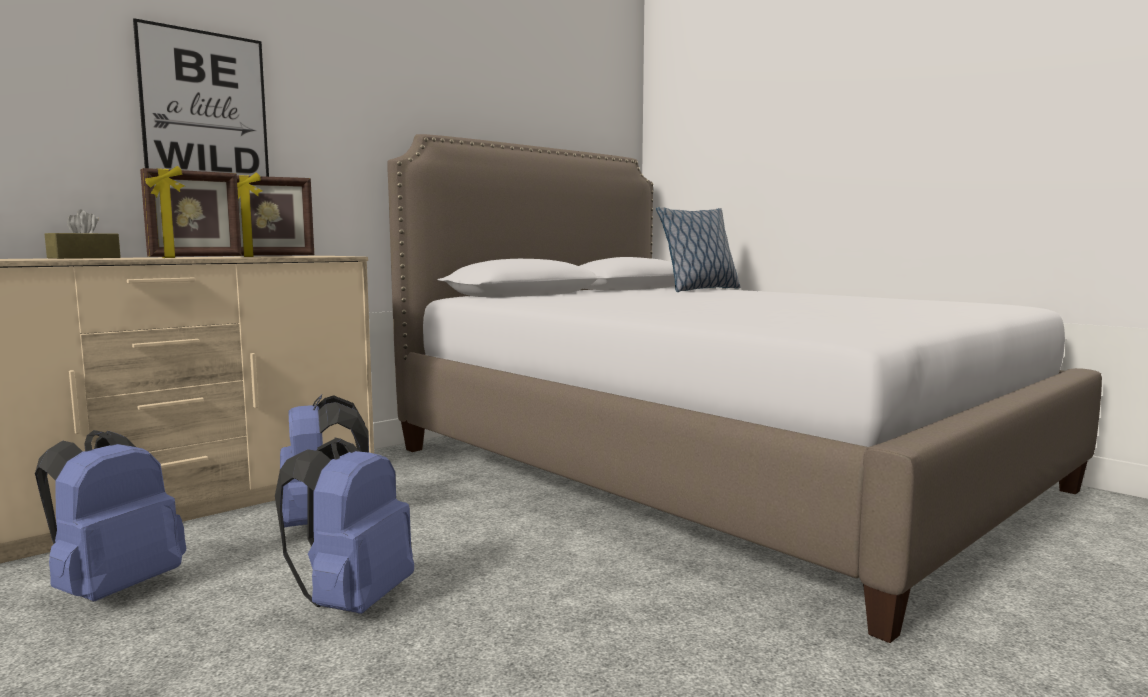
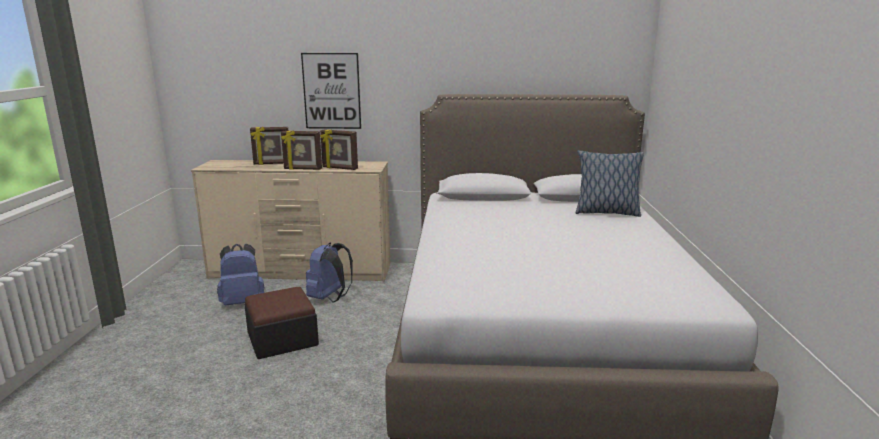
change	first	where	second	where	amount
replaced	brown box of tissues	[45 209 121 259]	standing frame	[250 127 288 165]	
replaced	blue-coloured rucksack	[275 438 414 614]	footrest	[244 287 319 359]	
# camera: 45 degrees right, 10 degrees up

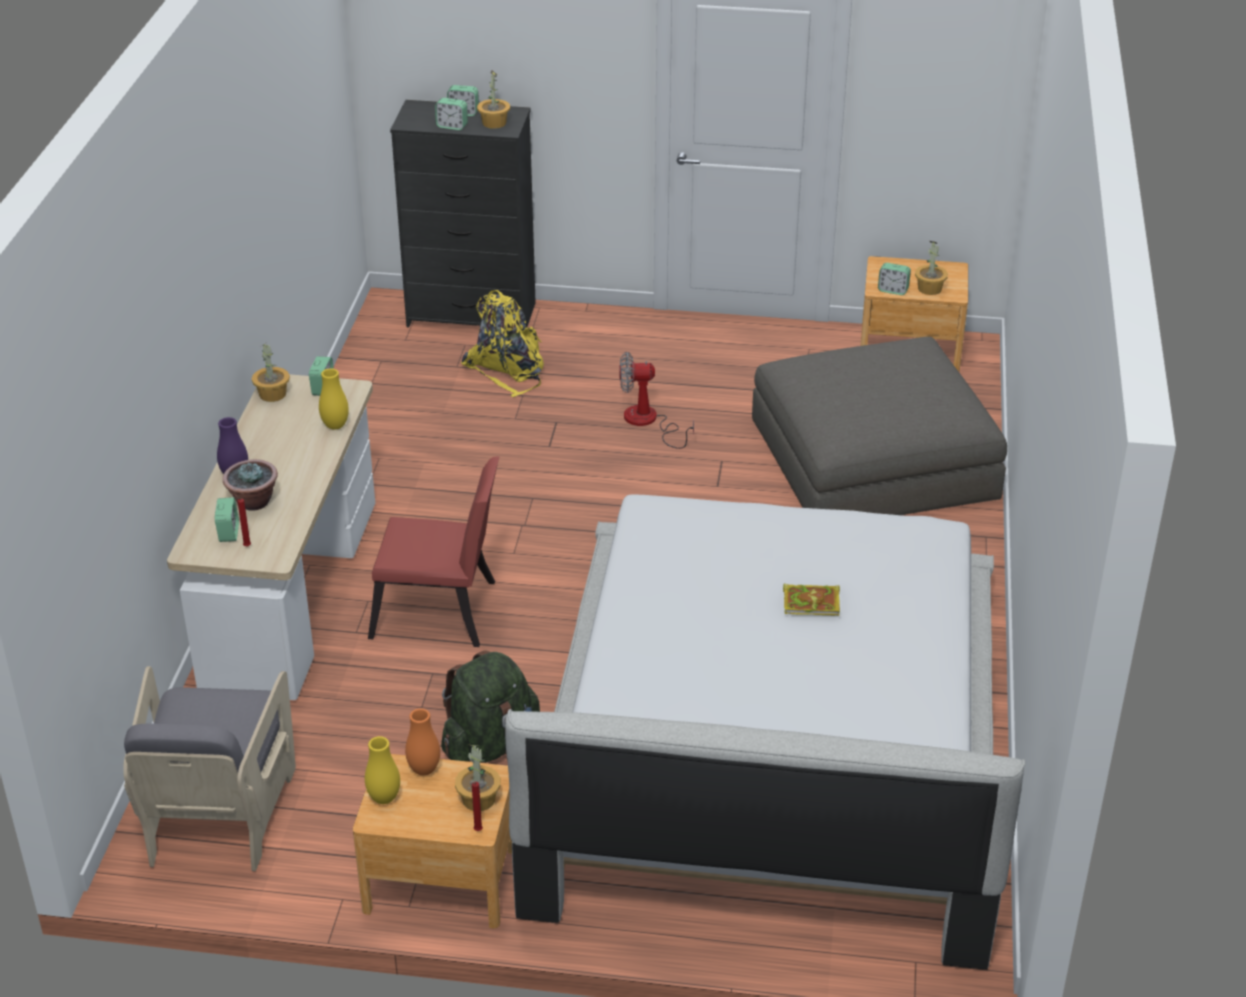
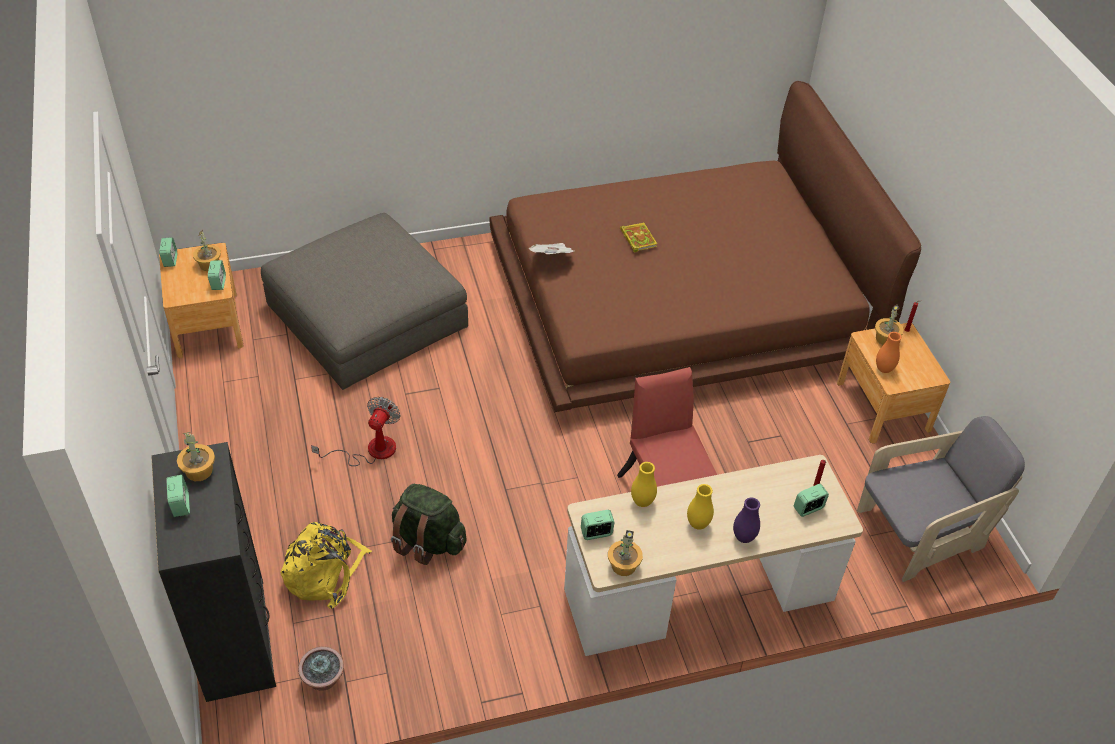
change	first	where	second	where	amount
added			printed paper	[529 243 574 254]	
moved	houseplant	[222 459 278 511]		[298 646 344 691]	
moved	yellowish vase	[365 736 400 804]		[687 484 714 530]	
moved	alarm clock	[435 98 468 130]		[159 237 177 267]	
moved	greenish rucksack	[441 650 540 763]		[391 484 467 565]	
recoloured	white-coloured bedroom bed	[505 494 1025 970]	brown bedroom bed	[489 81 921 412]	
turned	cooling fan	[619 352 694 449]		[311 397 401 466]	135 degrees counterclockwise
# camera: 115 degrees left, 10 degrees up

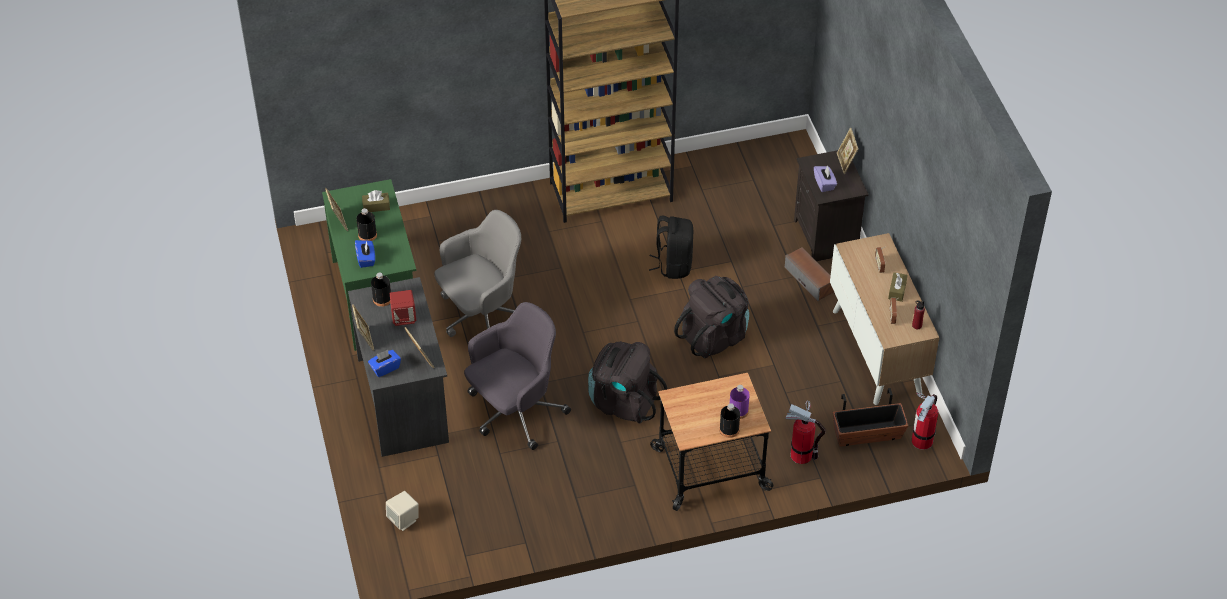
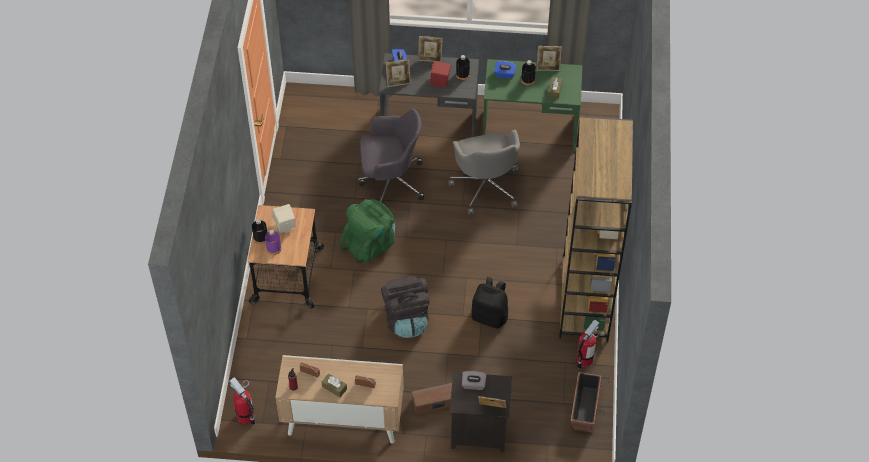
change	first	where	second	where	amount
moved	beige-coloured loudspeaker	[386 491 419 531]		[273 204 296 233]	
moved	fire-fighting cylinder	[785 401 826 464]		[576 319 599 369]	
moved	flower pot	[833 388 908 447]		[571 372 609 433]	
recoloured	black-coloured rucksack	[588 341 667 423]	greenish rucksack	[339 199 395 264]	
recoloured	purple box of tissues	[814 165 837 192]	gray box of tissues	[462 371 486 390]	
turned	gray office chair	[464 302 571 450]		[358 109 424 206]	75 degrees counterclockwise
# camera: 110 degrees right, 5 degrees up

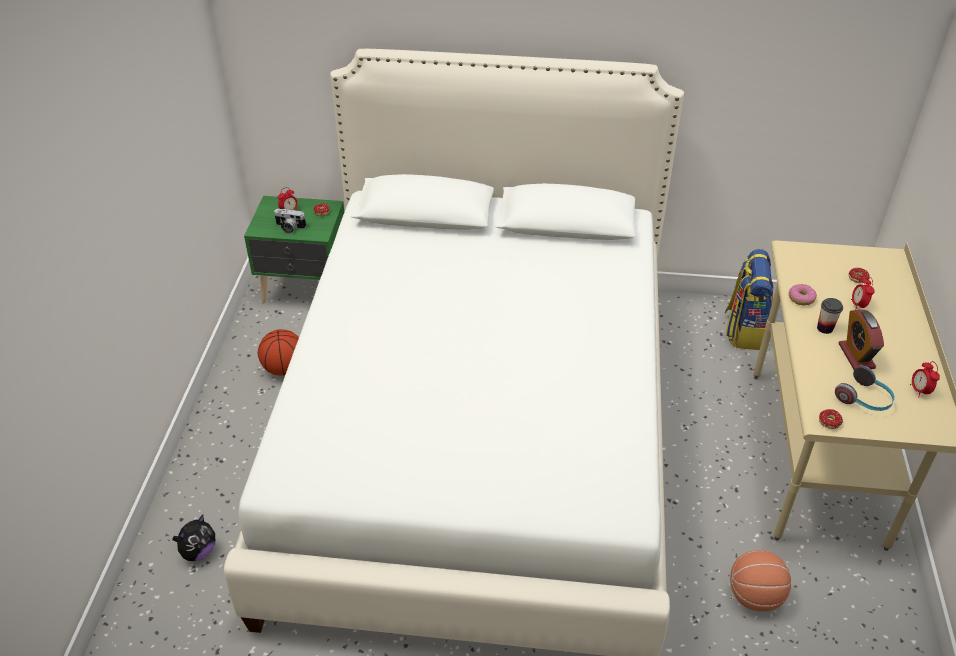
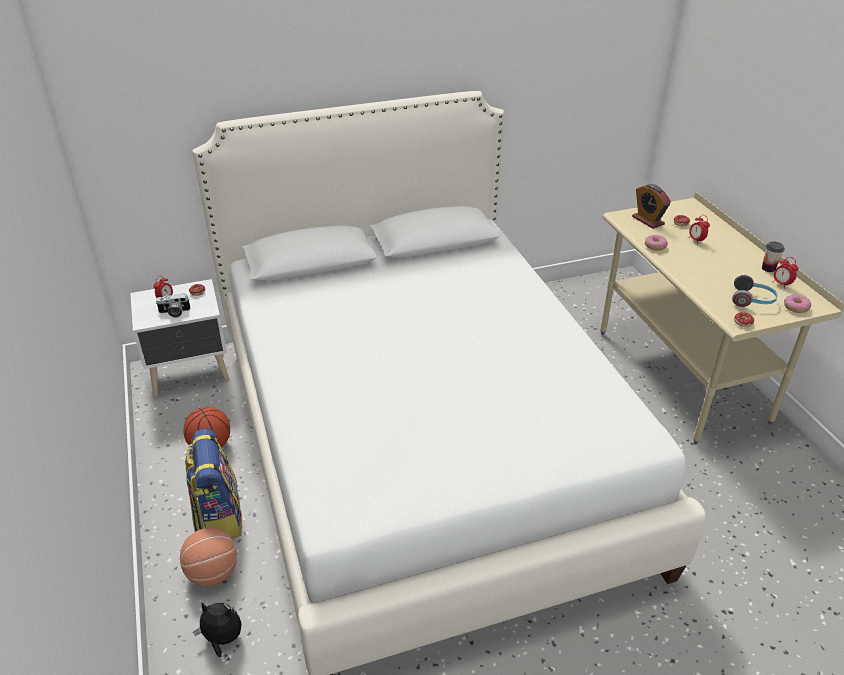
change	first	where	second	where	amount
added			ring doughnut	[784 295 811 313]	
moved	rucksack	[725 249 773 350]		[185 429 242 538]	
moved	basketball	[730 550 791 612]		[180 528 237 586]	
moved	drinking cup	[817 298 843 334]		[762 241 785 272]	
moved	alarm clock	[838 310 884 370]		[632 184 671 229]	
recoloured	greenish bedside table	[244 196 344 303]	white-coloured bedside table	[130 279 230 397]	
turned	cuddly toy	[172 515 215 561]		[193 602 242 657]	90 degrees counterclockwise
# camera: 25 degrees left, 5 degrees down

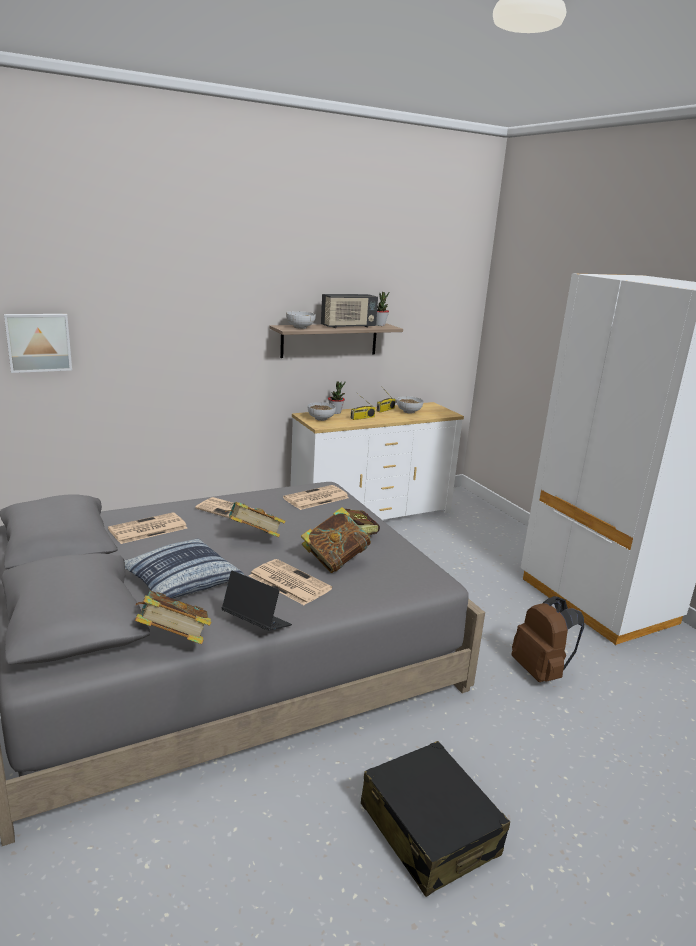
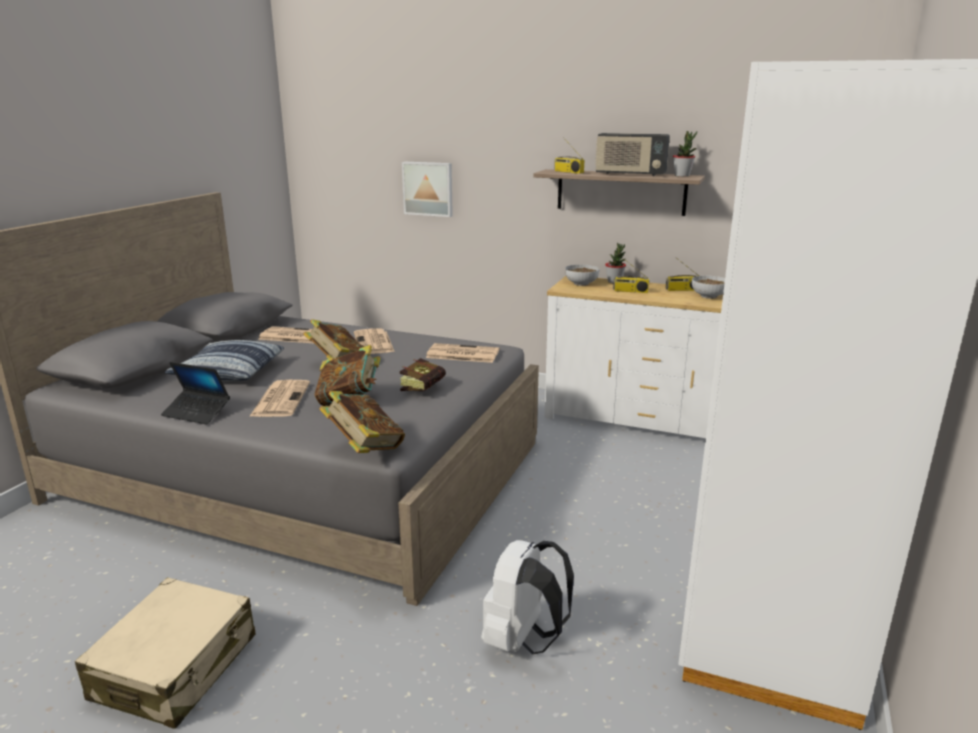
change	first	where	second	where	amount
moved	wall picture	[4 314 72 373]		[402 162 453 217]	
moved	book	[135 591 211 644]		[320 391 405 453]	
replaced	serving bowl	[286 311 316 329]	radio receiver	[554 137 584 174]	
recoloured	black-coloured suitcase	[361 741 510 897]	beige-coloured suitcase	[75 577 255 729]	
recoloured	brown rucksack	[512 596 584 682]	white-coloured rucksack	[481 540 574 655]	
turned	notebook computer	[222 570 292 631]		[161 362 230 425]	120 degrees clockwise
# camera: 50 degrees right, 0 degrees up

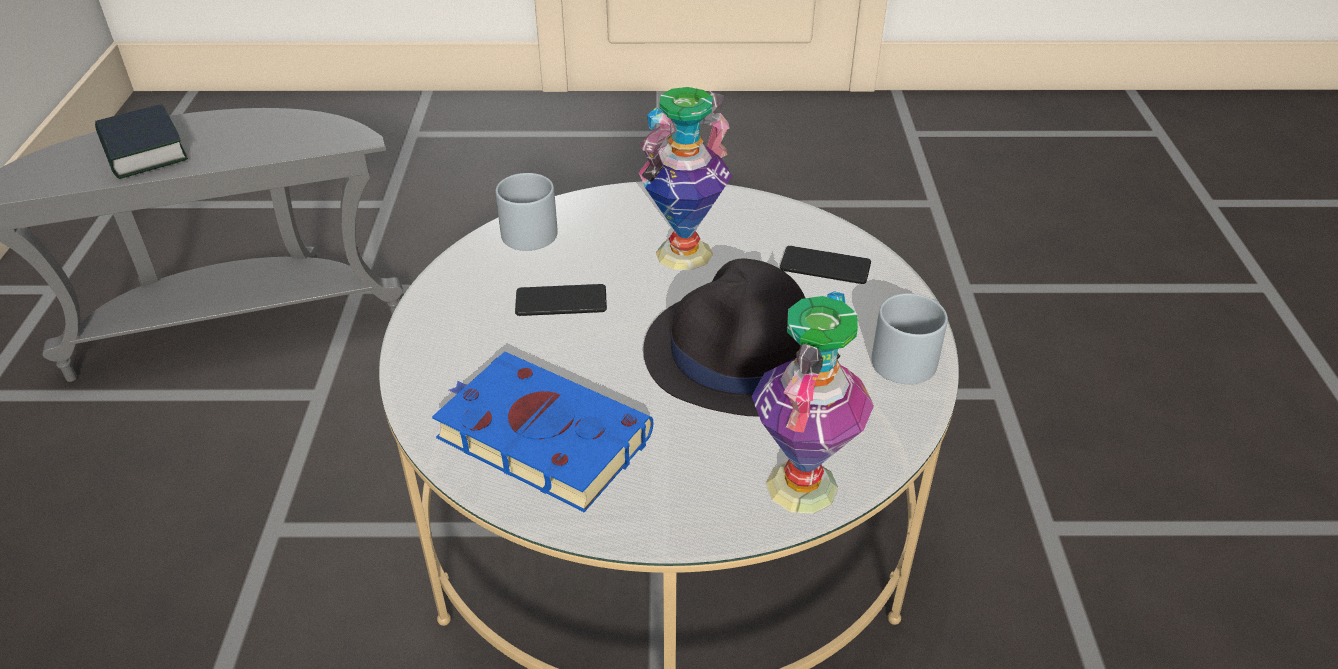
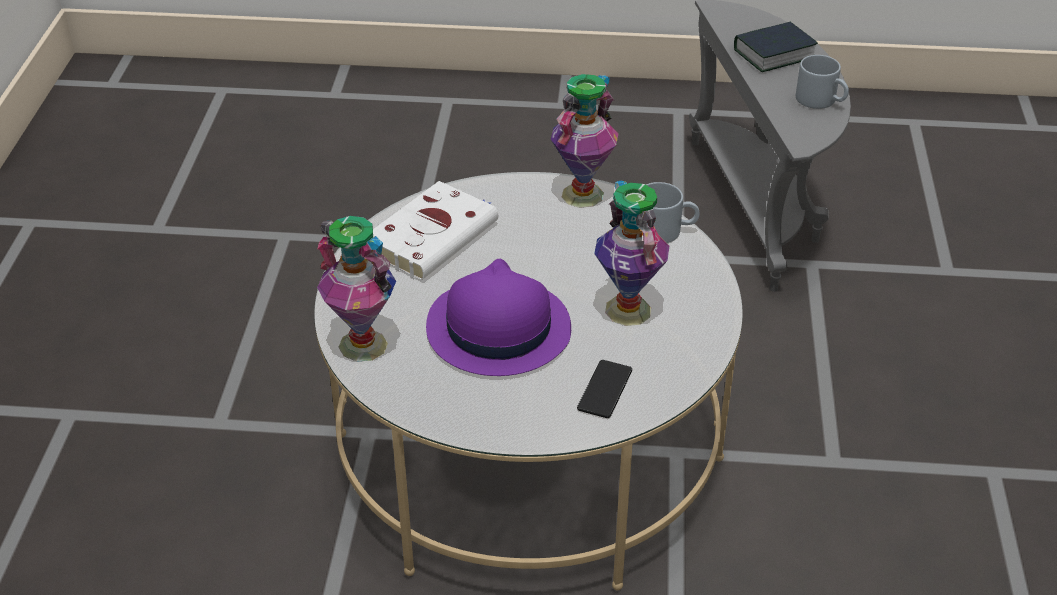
change	first	where	second	where	amount
removed	phone	[515 284 607 316]			
added			vase	[551 74 619 208]	
moved	gray mug	[872 293 948 385]		[796 55 849 109]	
recoloured	blue-coloured book	[432 351 653 512]	white-coloured book	[373 181 498 280]	
recoloured	black-coloured wearable hat	[643 258 805 417]	purple wearable hat	[426 259 571 376]	
# camera: 95 degrees right, 0 degrees up

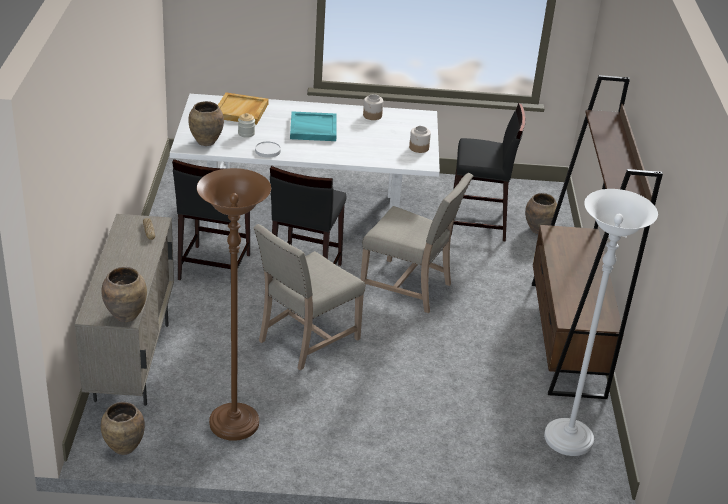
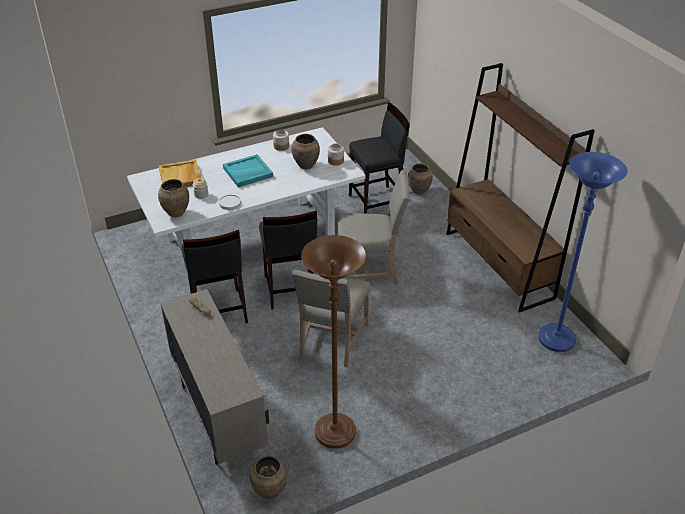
change	first	where	second	where	amount
moved	brown vase	[101 267 147 322]		[292 134 320 169]	
recoloured	white-coloured standing lamp	[544 189 658 456]	blue-coloured standing lamp	[538 152 627 352]	
# camera: 25 degrees left, 5 degrees up

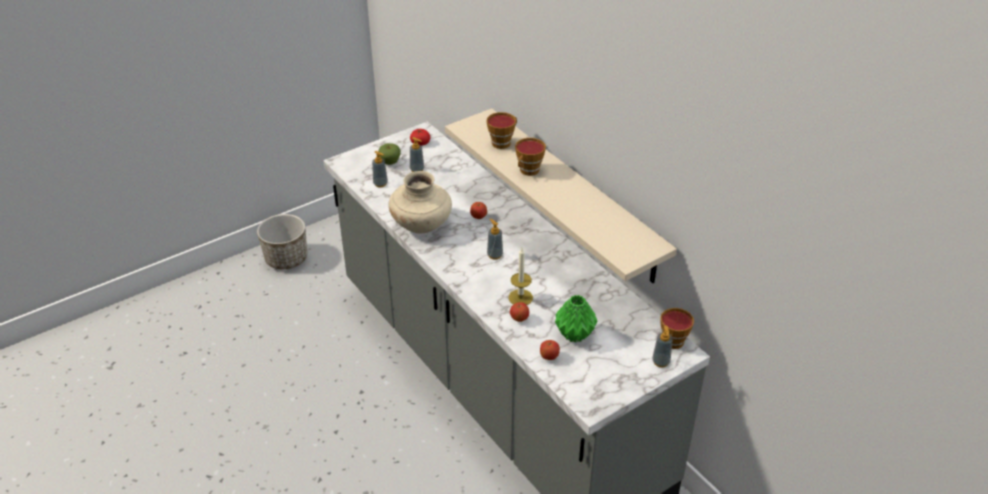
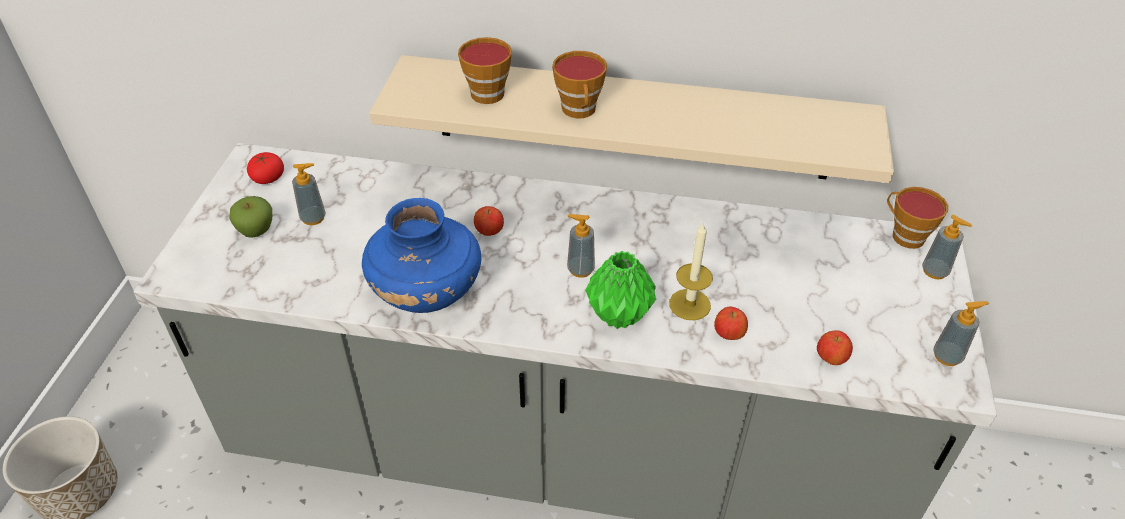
change	first	where	second	where	amount
moved	soap dispenser	[372 151 388 188]		[933 301 989 366]	
moved	greenish vase	[555 295 598 343]		[585 251 656 329]	
recoloured	beige-coloured vase	[388 171 452 233]	blue-coloured vase	[362 198 481 313]	
# camera: 45 degrees left, 5 degrees up

